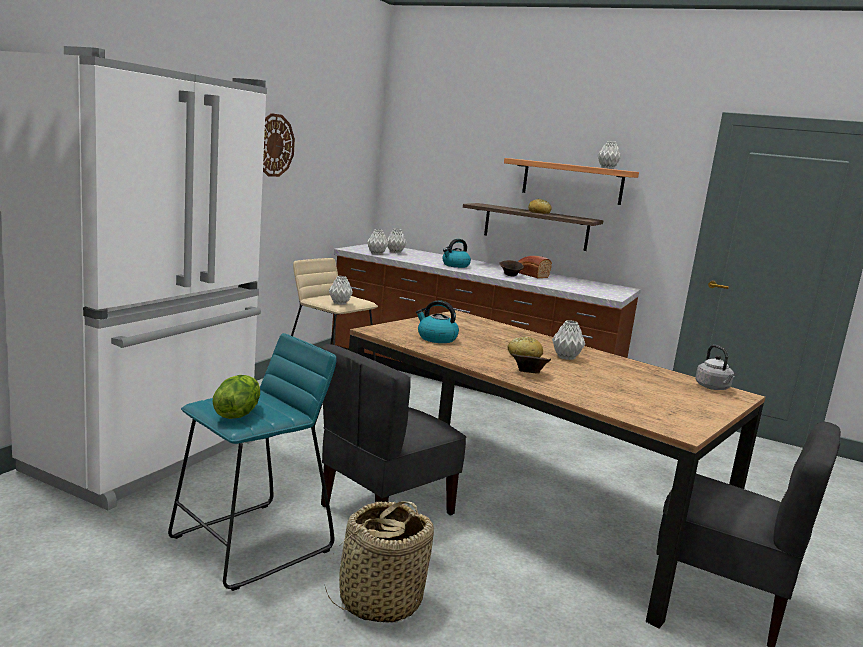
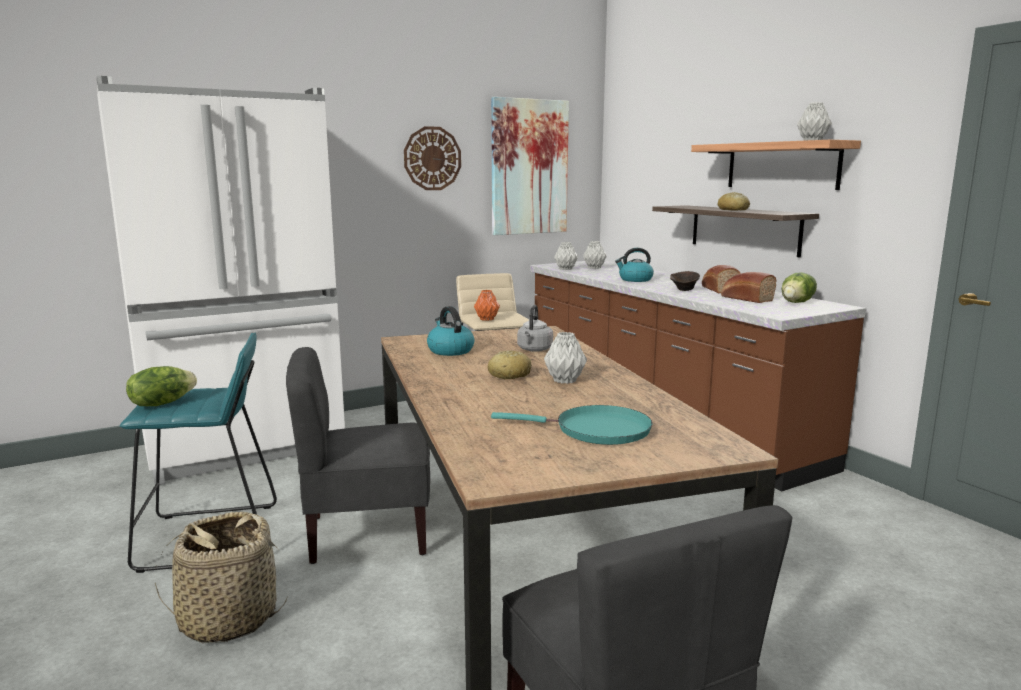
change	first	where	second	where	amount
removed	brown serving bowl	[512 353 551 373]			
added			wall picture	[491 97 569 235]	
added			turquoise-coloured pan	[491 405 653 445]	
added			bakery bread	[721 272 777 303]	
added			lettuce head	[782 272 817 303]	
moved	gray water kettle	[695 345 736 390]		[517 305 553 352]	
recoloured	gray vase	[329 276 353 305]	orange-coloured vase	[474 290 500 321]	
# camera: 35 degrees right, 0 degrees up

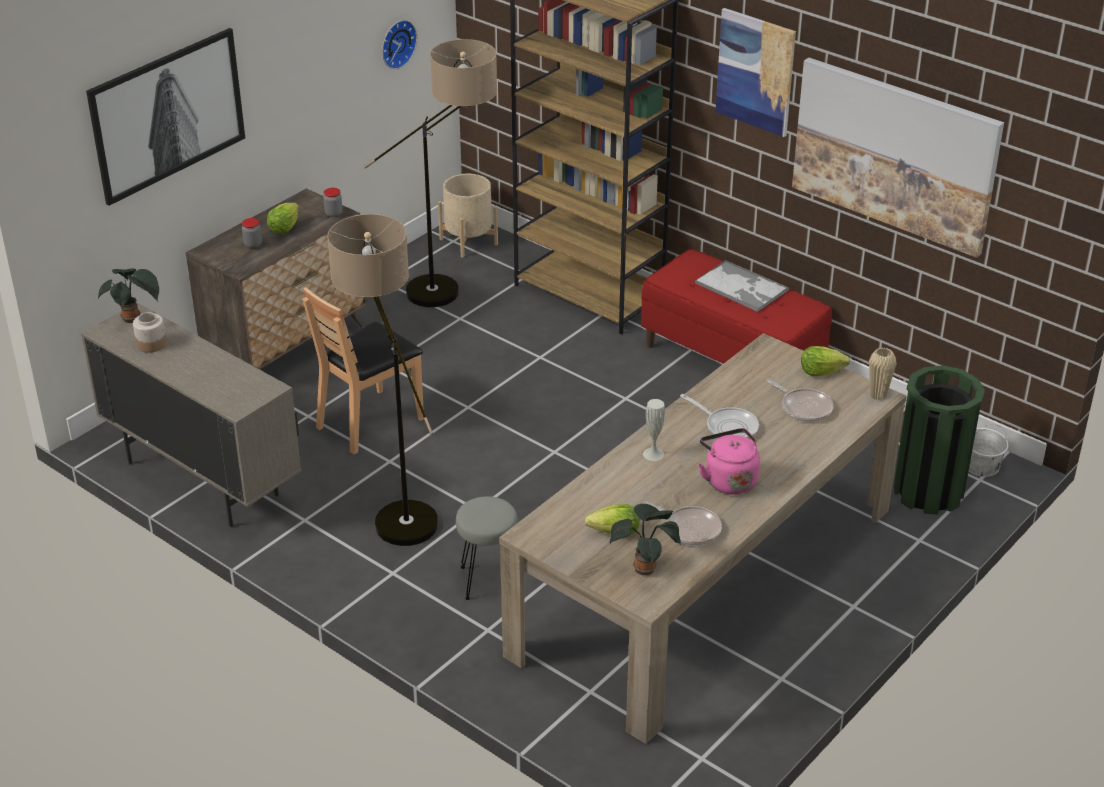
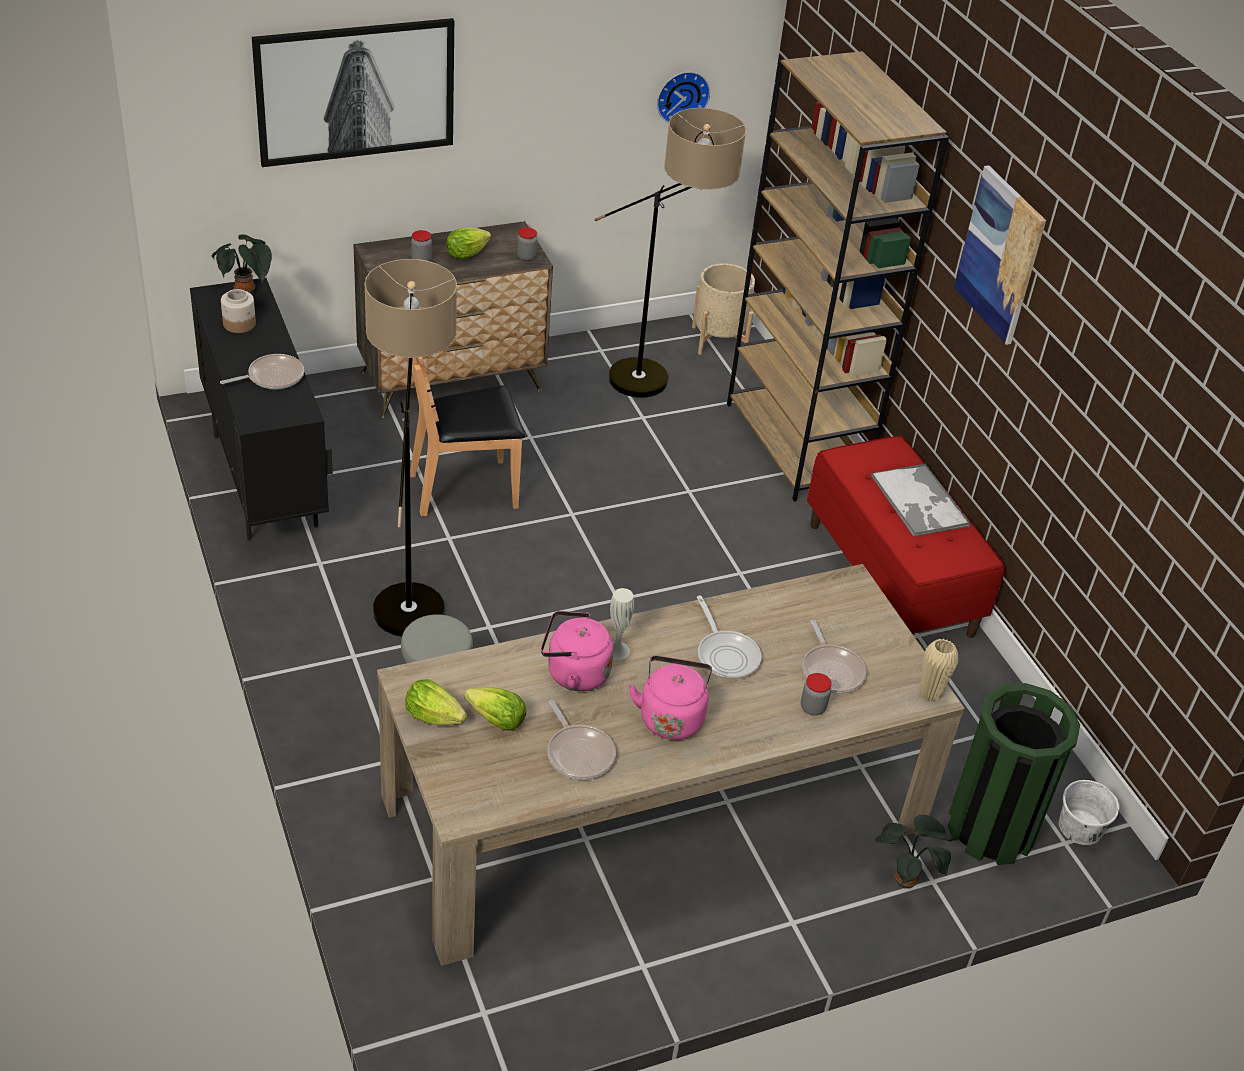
change	first	where	second	where	amount
removed	wall picture	[792 58 1004 258]			
added			pan	[220 354 304 389]	
added			pink water kettle	[541 611 614 691]	
added			storage jar	[801 673 832 716]	
moved	houseplant	[610 504 681 575]		[875 815 955 889]	
moved	lettuce head	[801 346 850 376]		[405 679 467 725]	
recoloured	beige-coloured cupboard	[81 303 301 527]	black-coloured cupboard	[190 278 333 540]	
# camera: 25 degrees right, 5 degrees up

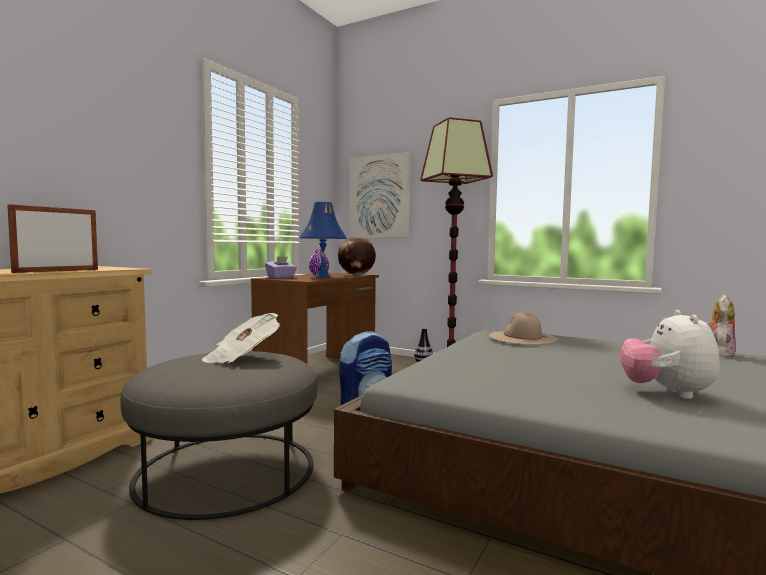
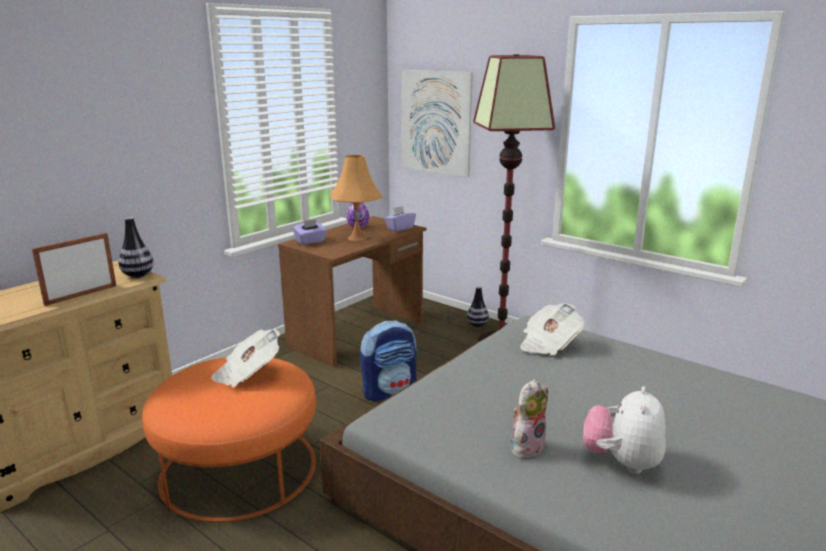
change	first	where	second	where	amount
added			vase	[118 217 154 278]	
moved	cuddly toy	[706 295 736 357]		[511 379 548 459]	
replaced	world globe	[338 236 376 275]	purple box of tissues	[384 206 416 232]	
replaced	beige-coloured wearable hat	[489 313 558 345]	printed paper	[520 303 584 355]	
recoloured	gray footrest	[120 351 318 520]	orange-coloured footrest	[142 357 316 522]	
recoloured	blue-coloured table lamp	[299 202 347 278]	orange-coloured table lamp	[330 155 383 241]	
# camera: 10 degrees right, 15 degrees up

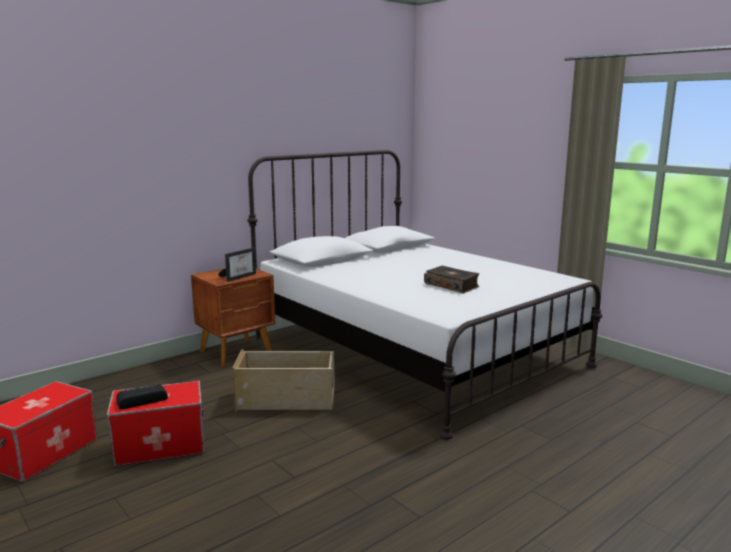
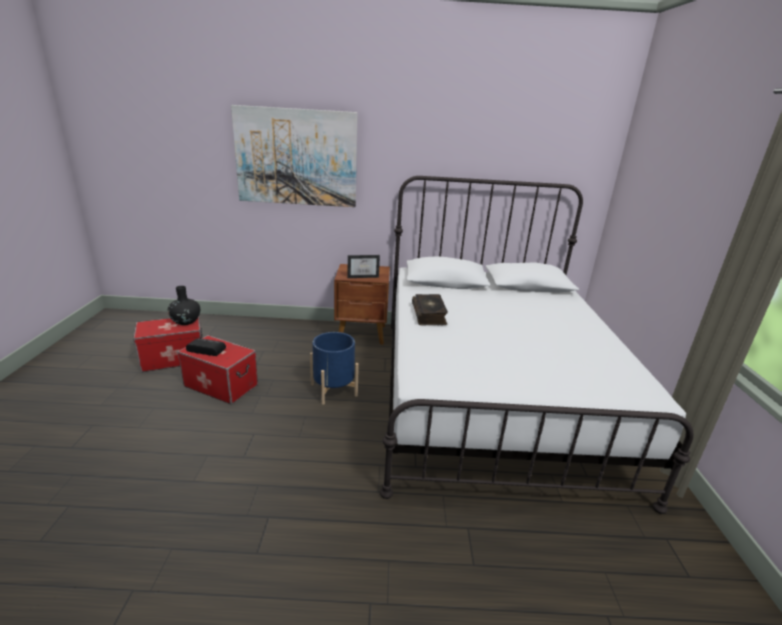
change	first	where	second	where	amount
added			black-coloured vase	[168 286 200 325]	
added			wall picture	[231 105 358 207]	
moved	book	[424 266 479 293]		[412 294 448 326]	
replaced	beige-coloured storage container	[232 349 335 411]	blue-coloured flower pot	[310 332 359 405]	
# camera: 40 degrees right, 10 degrees up

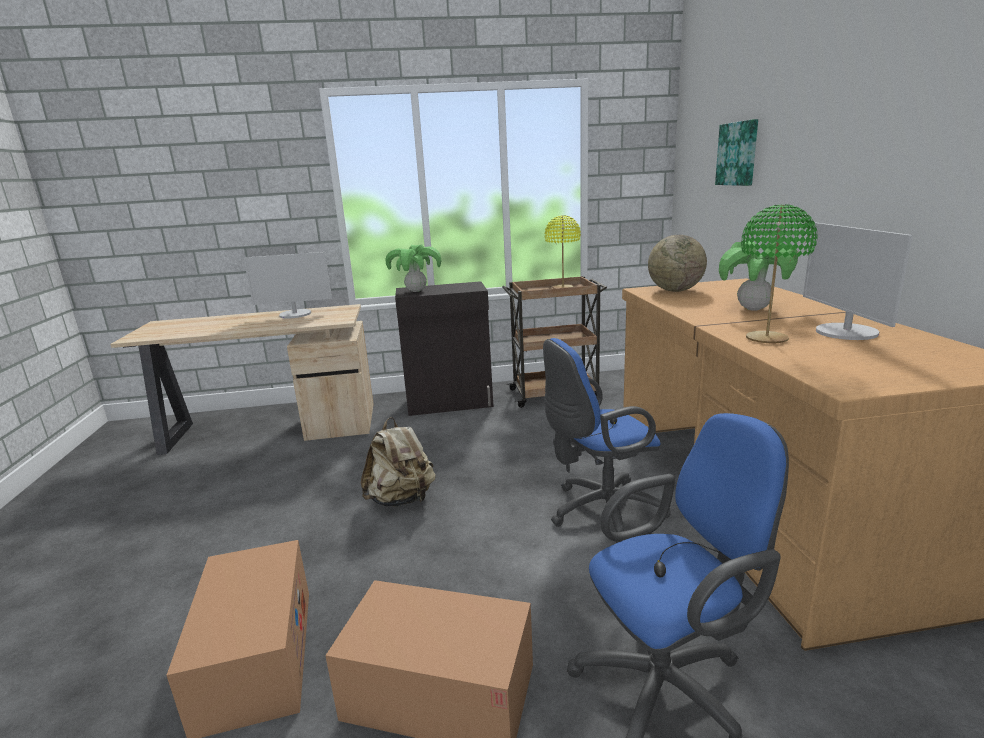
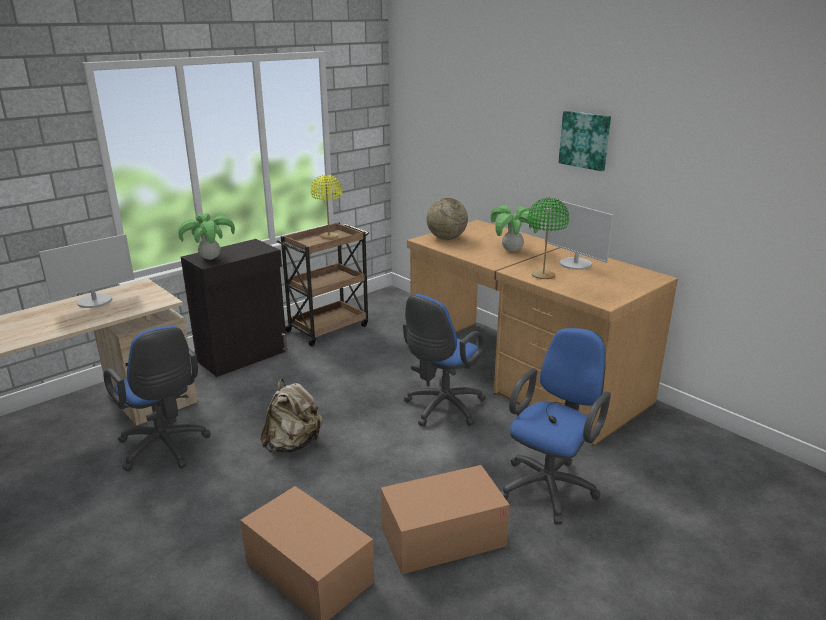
change	first	where	second	where	amount
added			blue-coloured office chair	[104 326 211 472]	
moved	wall picture	[715 119 758 186]		[558 111 611 171]	
# camera: 35 degrees left, 5 degrees up

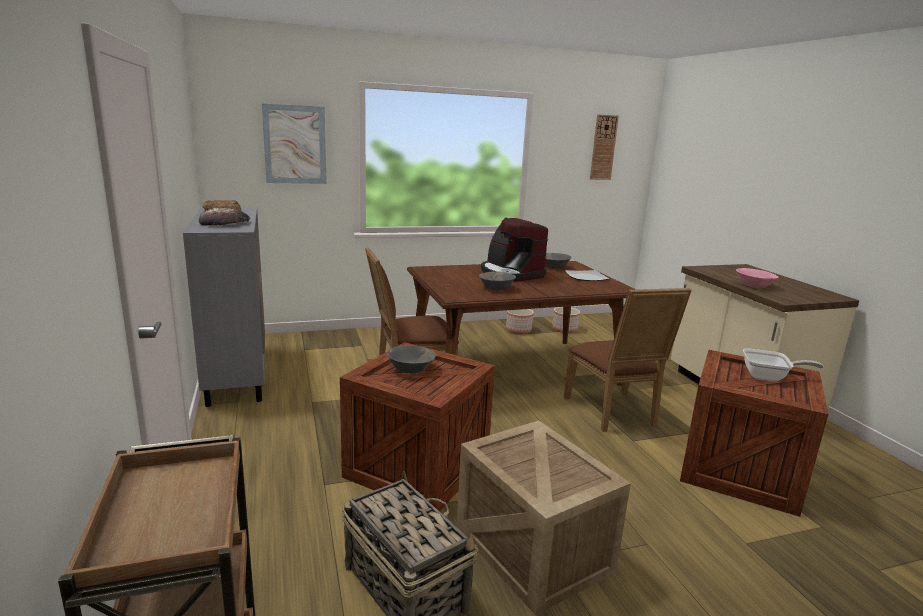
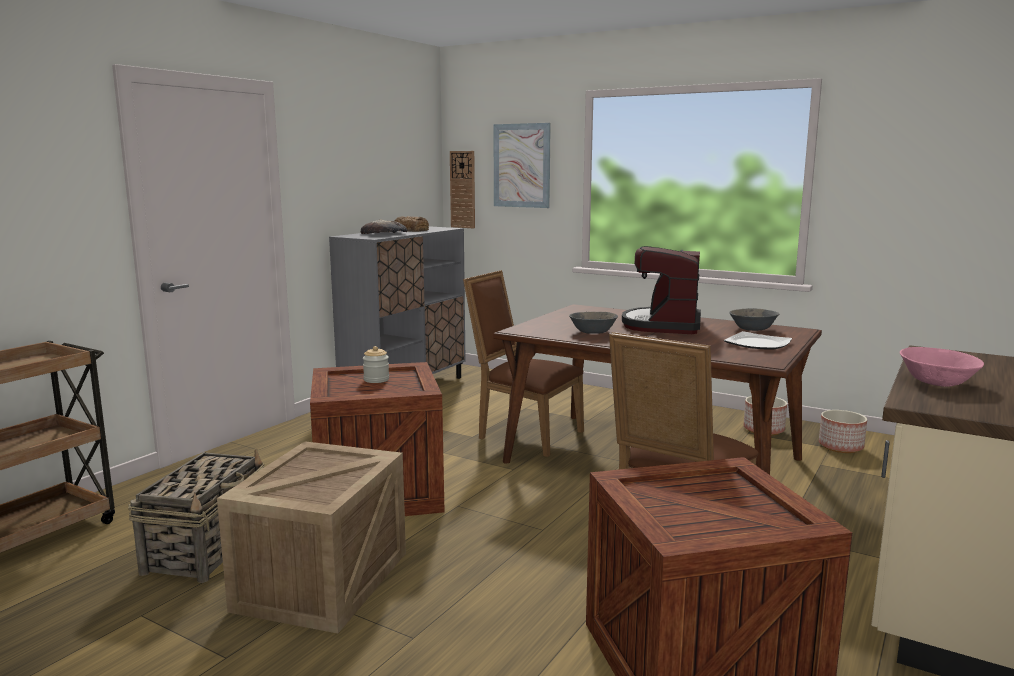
change	first	where	second	where	amount
removed	pan	[743 348 824 381]			
moved	clock on the wall	[590 114 619 180]		[450 151 475 228]	
replaced	gray serving bowl	[387 345 436 373]	storage jar	[363 346 389 383]	
# camera: 50 degrees right, 5 degrees down

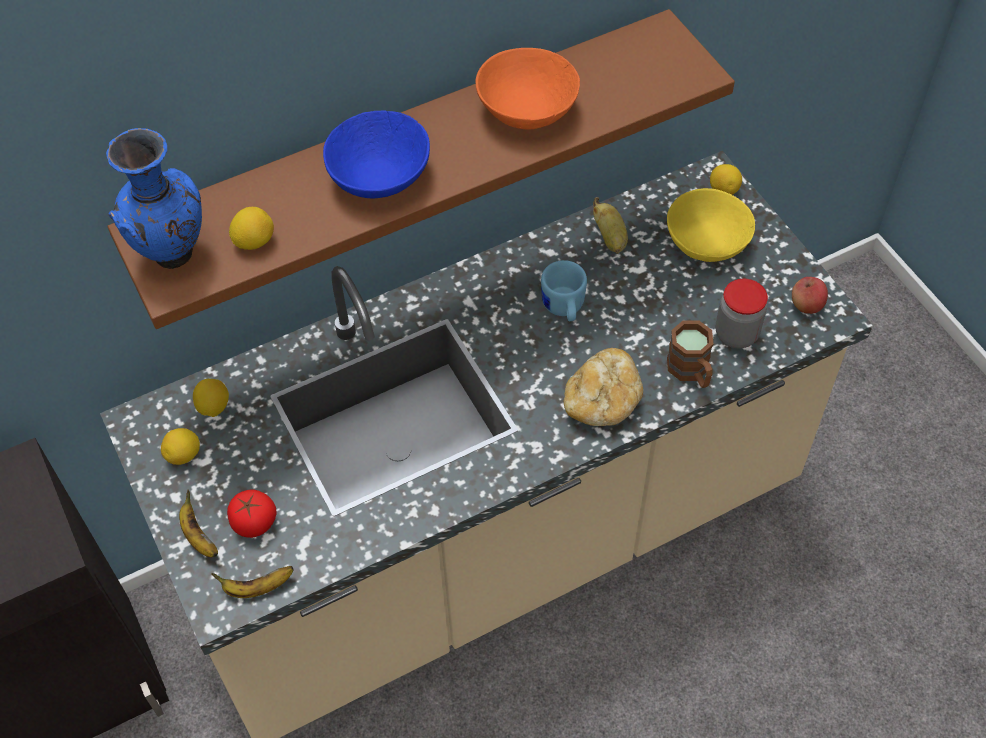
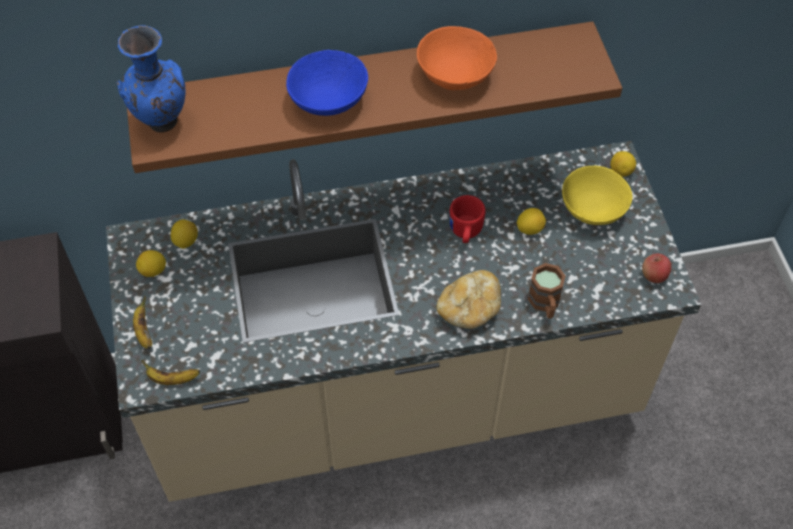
change	first	where	second	where	amount
removed	fresh tomato	[227 490 277 538]			
removed	whole banana	[593 197 628 254]			
removed	storage jar	[715 279 768 348]			
moved	citrus fruit	[229 207 274 250]		[517 208 546 235]	
recoloured	blue-coloured mug	[541 260 587 321]	reddish mug	[450 195 486 243]	
# camera: 15 degrees right, 0 degrees up

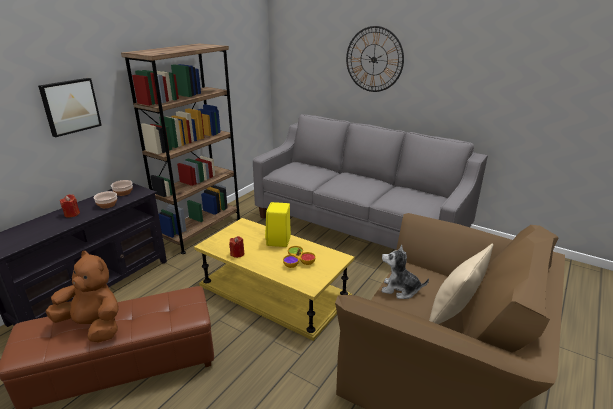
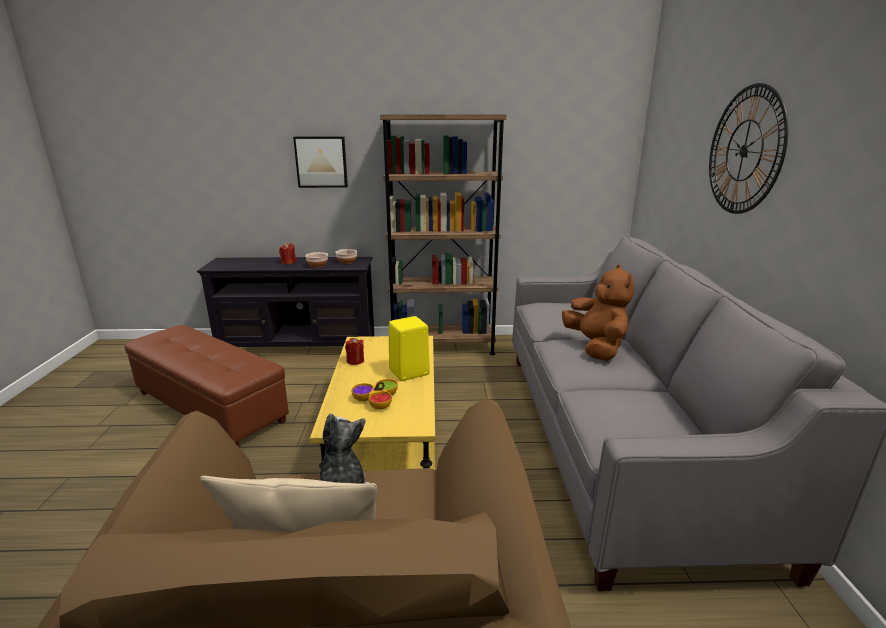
change	first	where	second	where	amount
moved	brown cuddly toy	[45 251 119 343]		[562 265 634 361]	
# camera: 55 degrees right, 5 degrees down

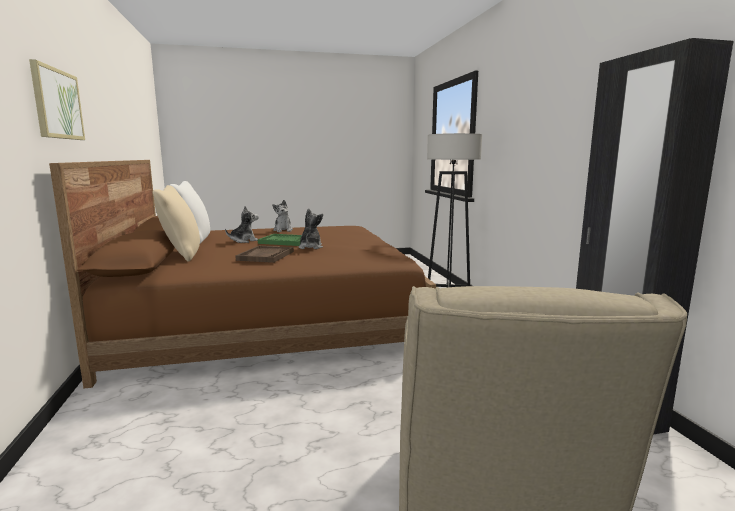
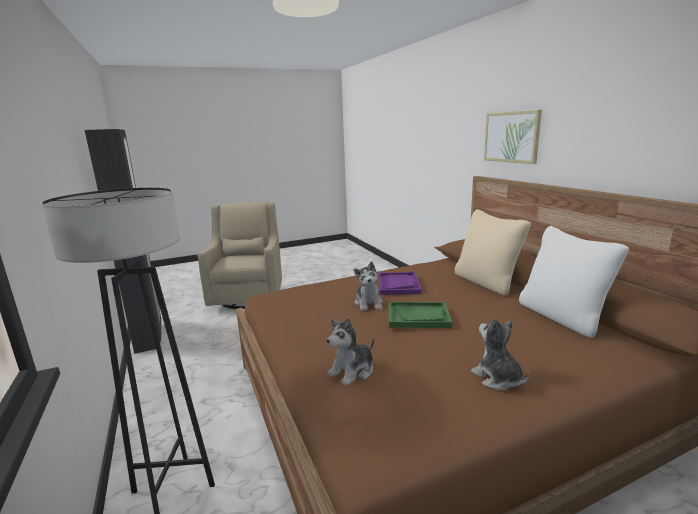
change	first	where	second	where	amount
moved	cuddly toy	[225 206 259 243]		[326 318 375 386]	
recoloured	brown tray	[235 246 294 263]	purple tray	[378 272 422 295]	
# camera: 170 degrees right, 5 degrees up

